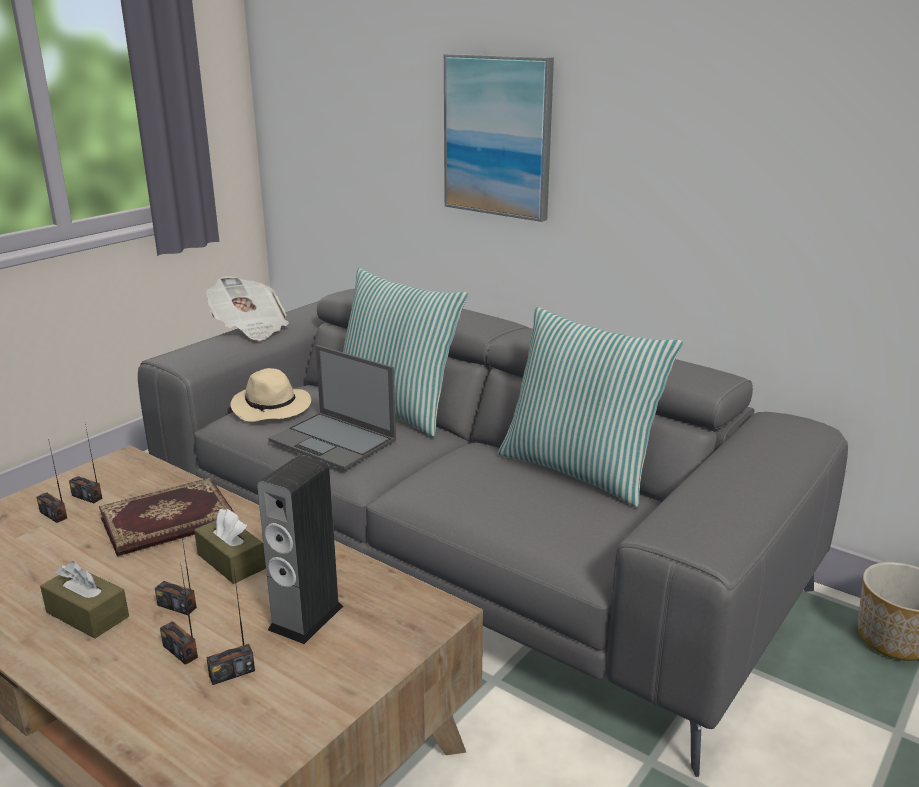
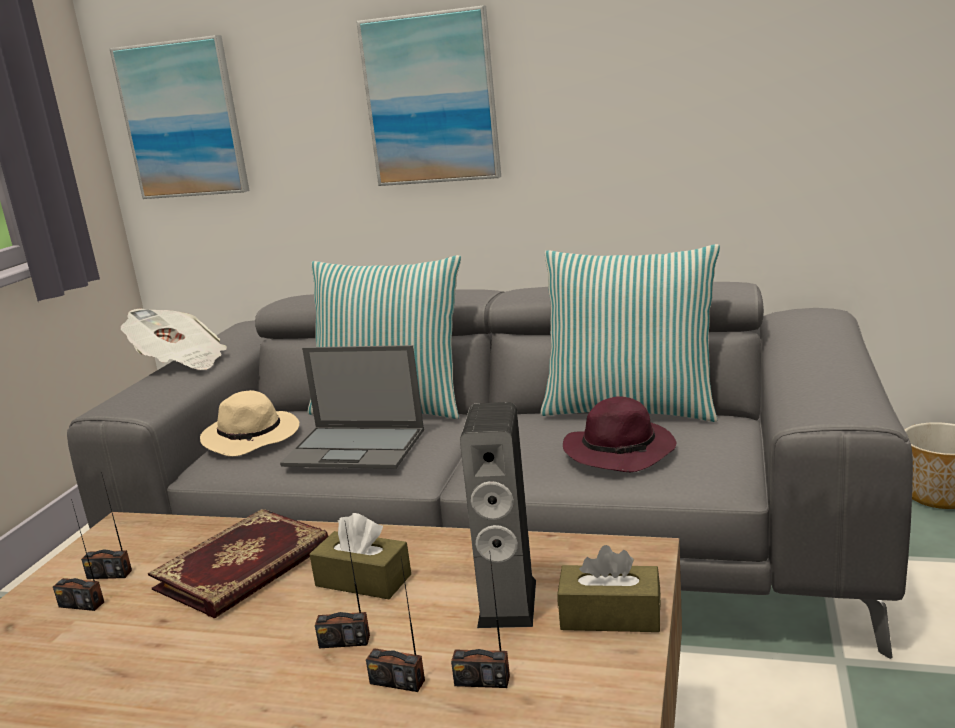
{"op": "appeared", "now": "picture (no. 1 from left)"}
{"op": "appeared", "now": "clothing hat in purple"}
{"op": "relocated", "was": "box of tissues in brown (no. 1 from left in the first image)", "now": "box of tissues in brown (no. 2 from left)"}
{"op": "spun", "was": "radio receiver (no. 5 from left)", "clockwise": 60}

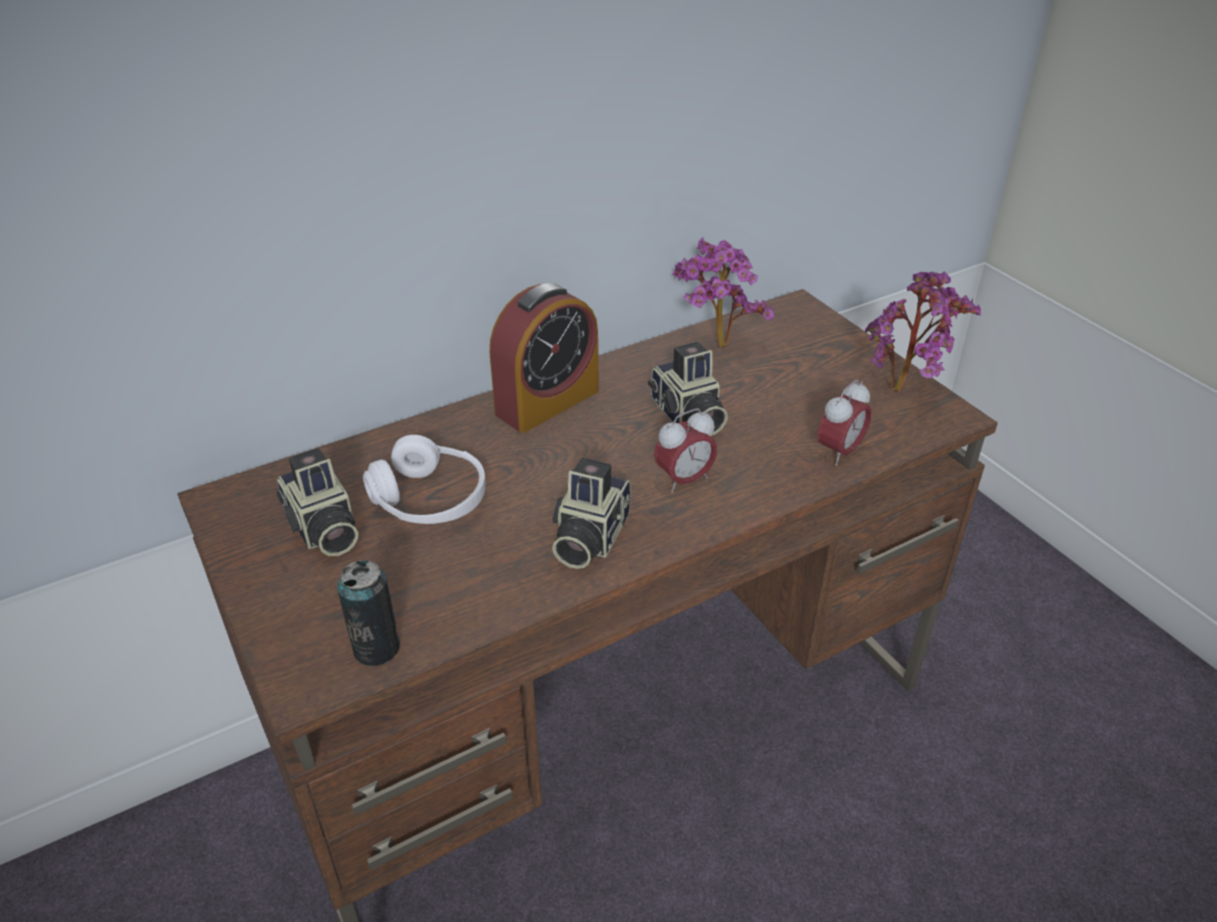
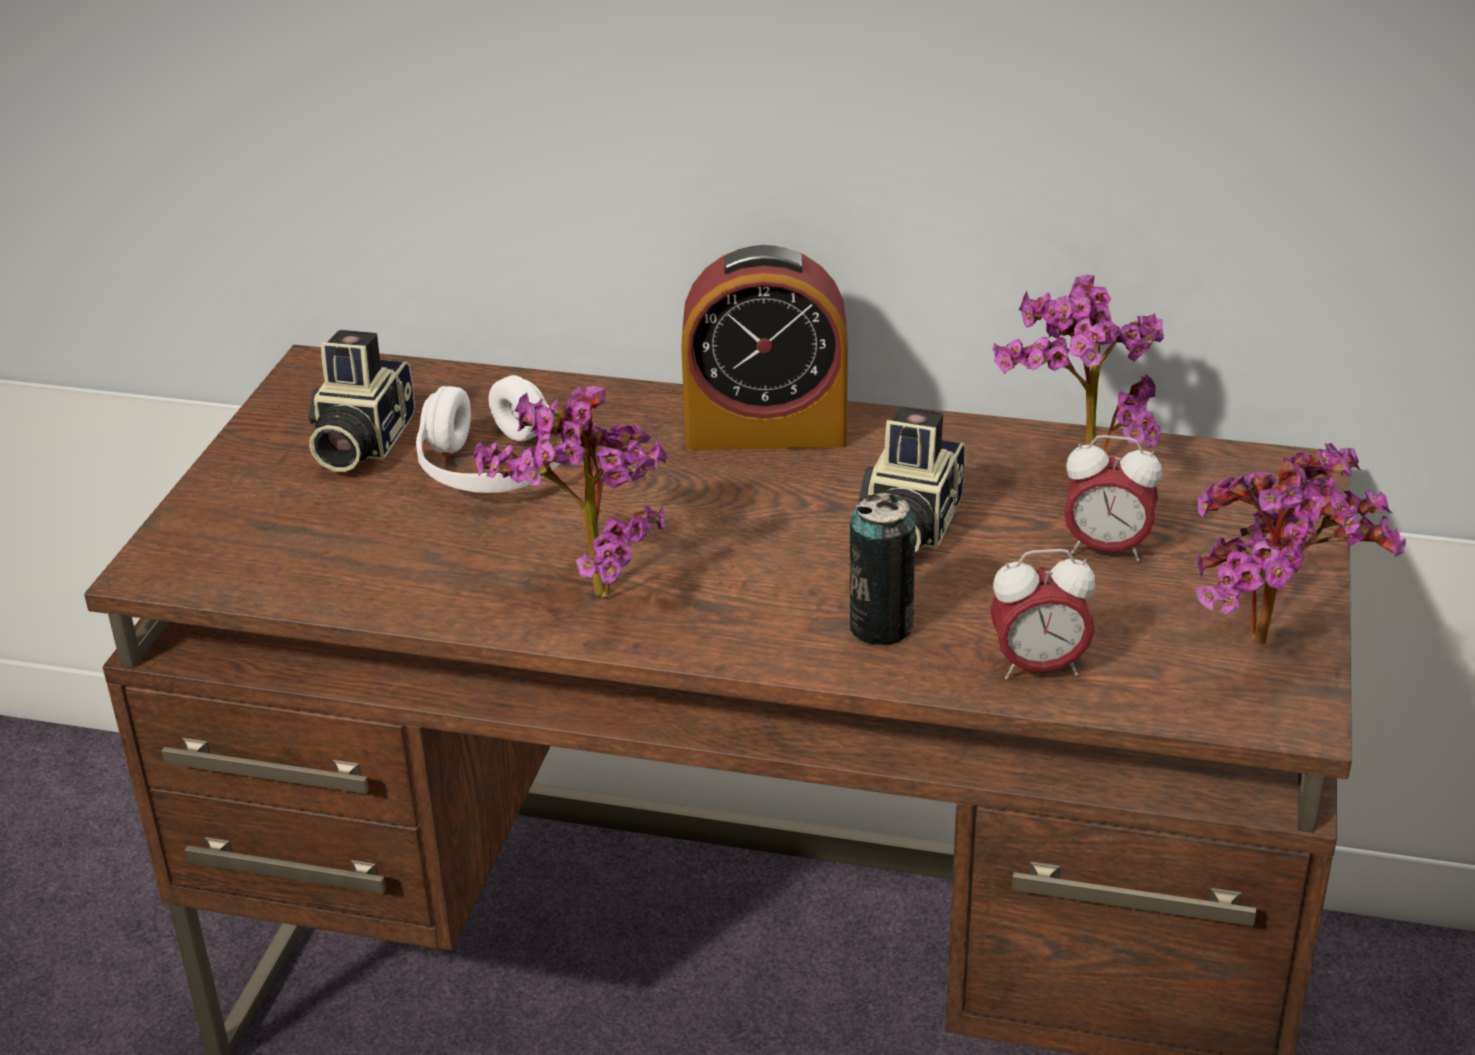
{"op": "relocated", "was": "metal can"}
{"op": "relocated", "was": "alarm clock (no. 2 from left in the first image)", "now": "alarm clock (no. 3 from left)"}
{"op": "exchanged", "was": "photo camera (no. 2 from left)", "now": "plant in a pot (no. 1 from left)"}

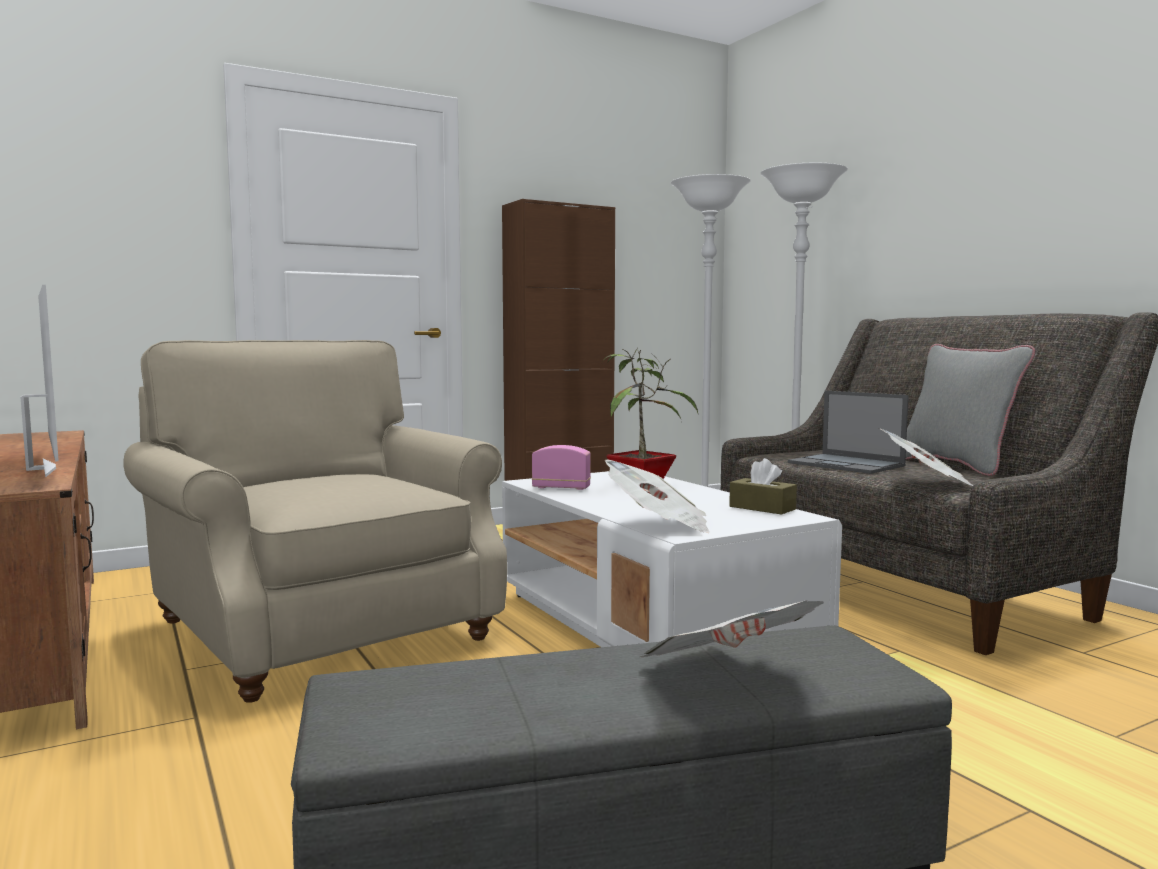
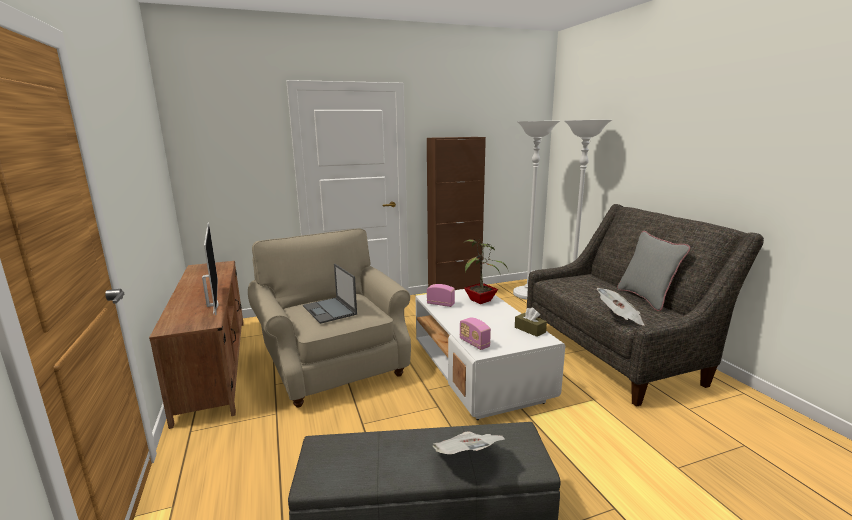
{"op": "relocated", "was": "laptop"}
{"op": "exchanged", "was": "newspaper (no. 1 from left)", "now": "radio receiver (no. 2 from left)"}

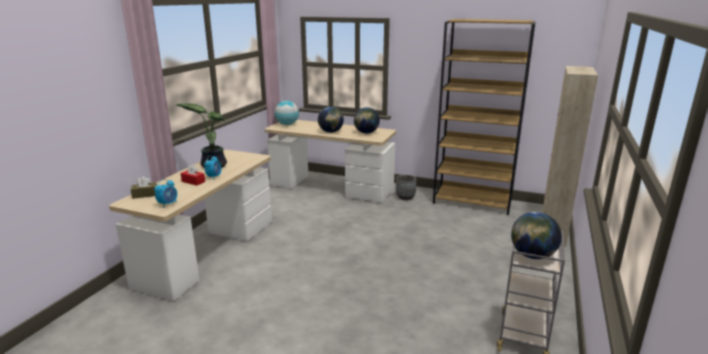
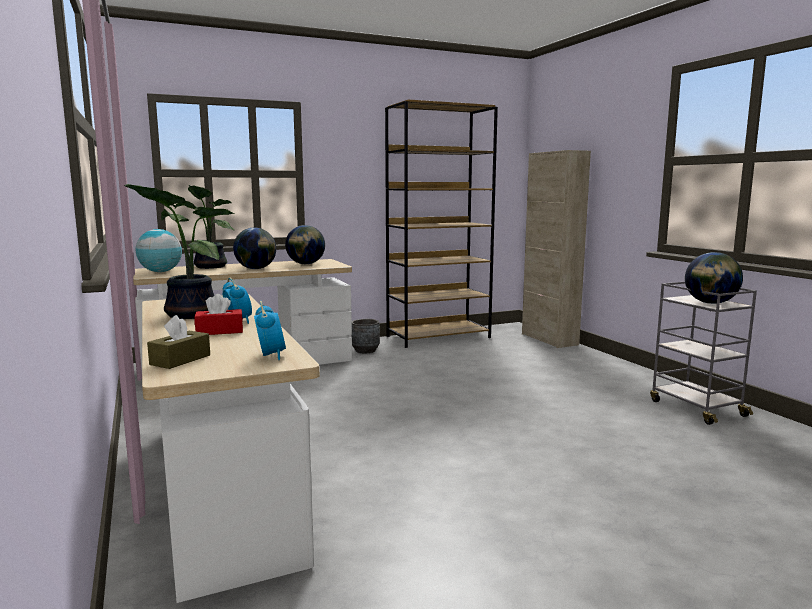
{"op": "appeared", "now": "plant in a pot (no. 2 from left)"}

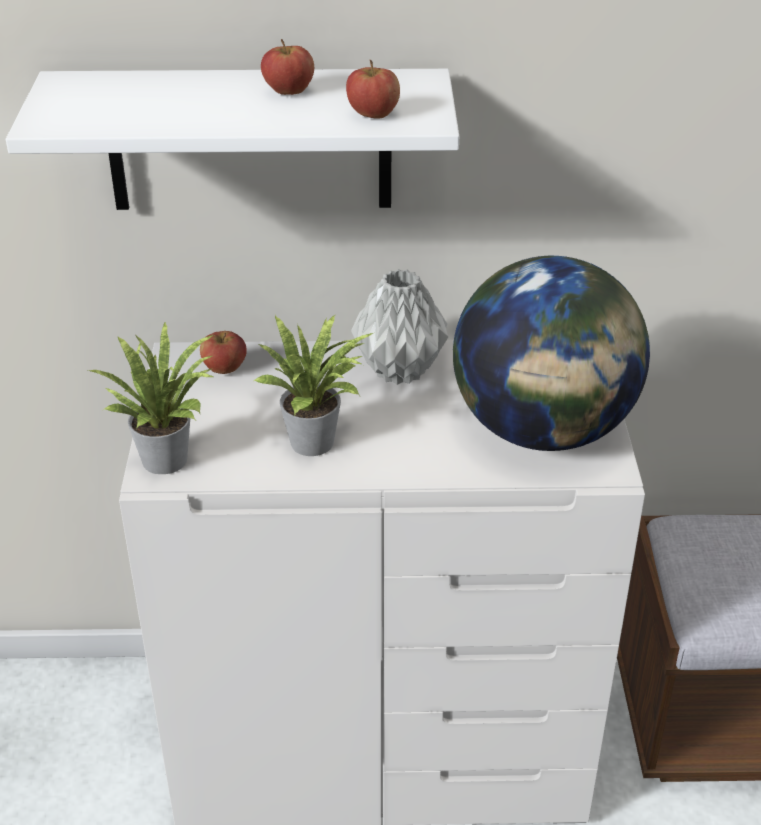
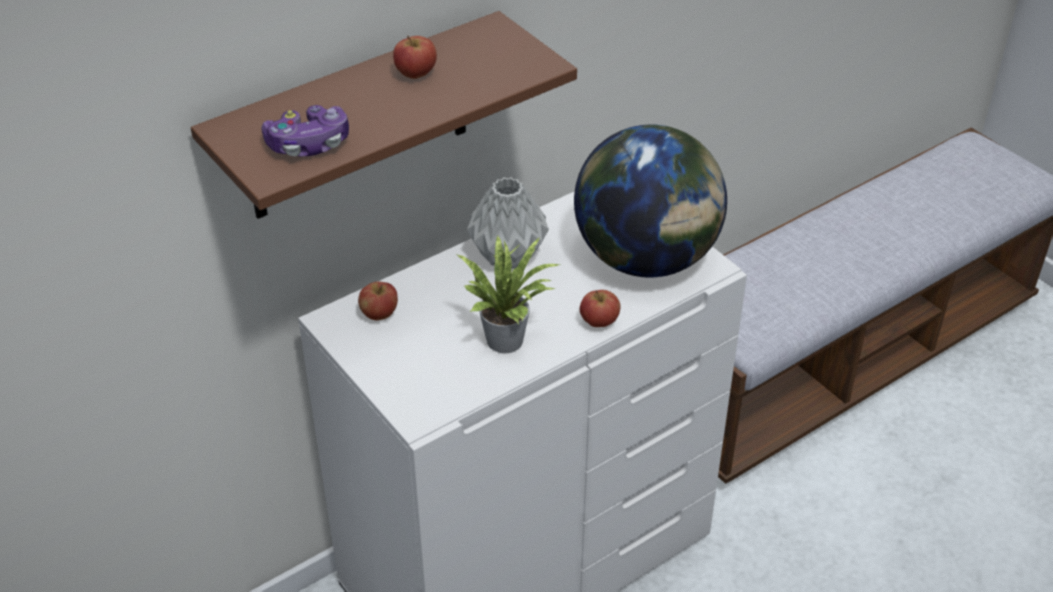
{"op": "missing", "was": "plant in a pot (no. 1 from left)"}
{"op": "appeared", "now": "game controller"}
{"op": "relocated", "was": "whole apple (no. 3 from left)"}
{"op": "colour", "was": "bracket shelf in white", "now": "bracket shelf in brown"}

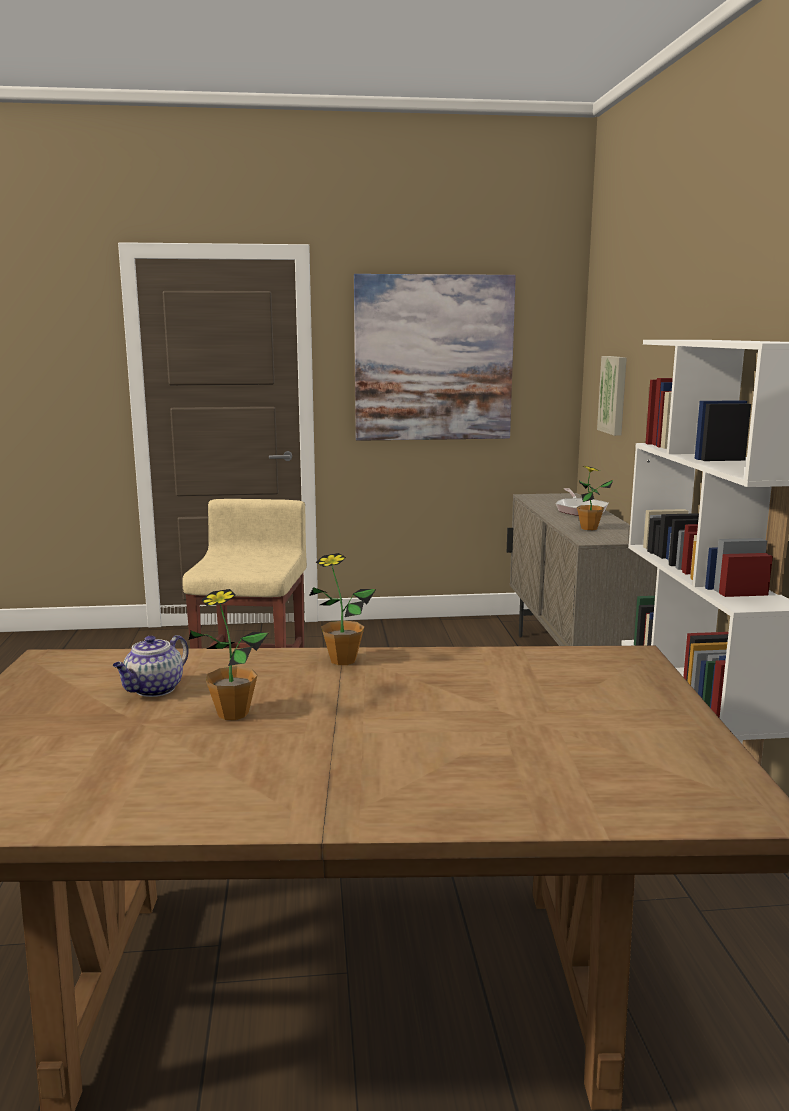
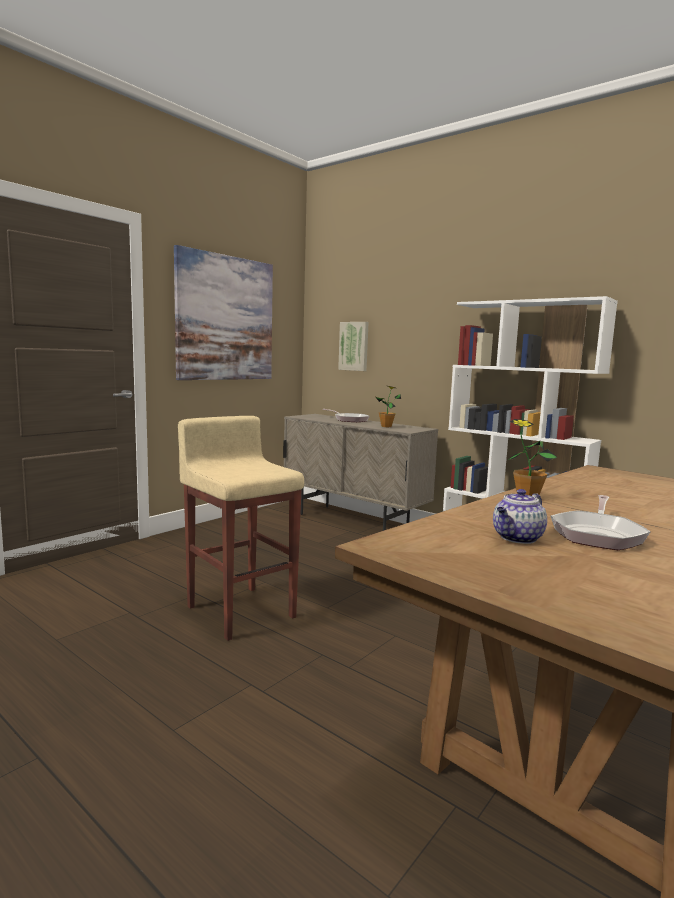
{"op": "exchanged", "was": "plant in a pot (no. 1 from left)", "now": "frying pan (no. 2 from left)"}
{"op": "spun", "was": "tea pot", "clockwise": 60}

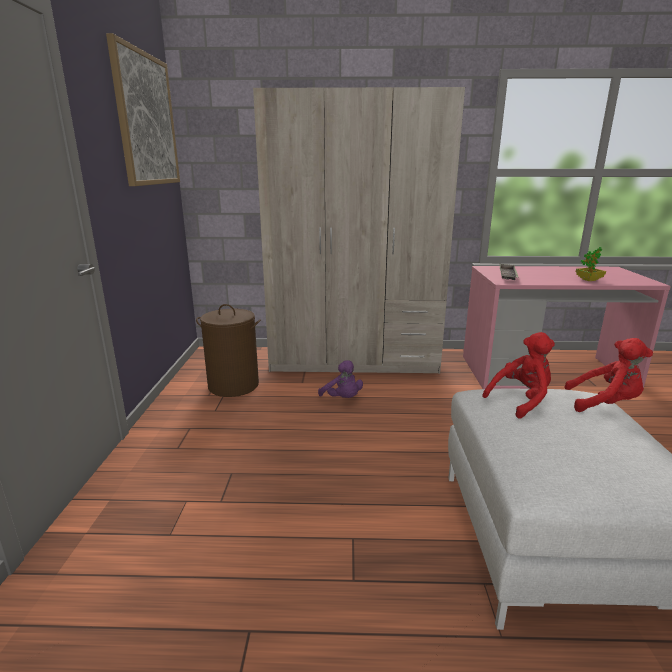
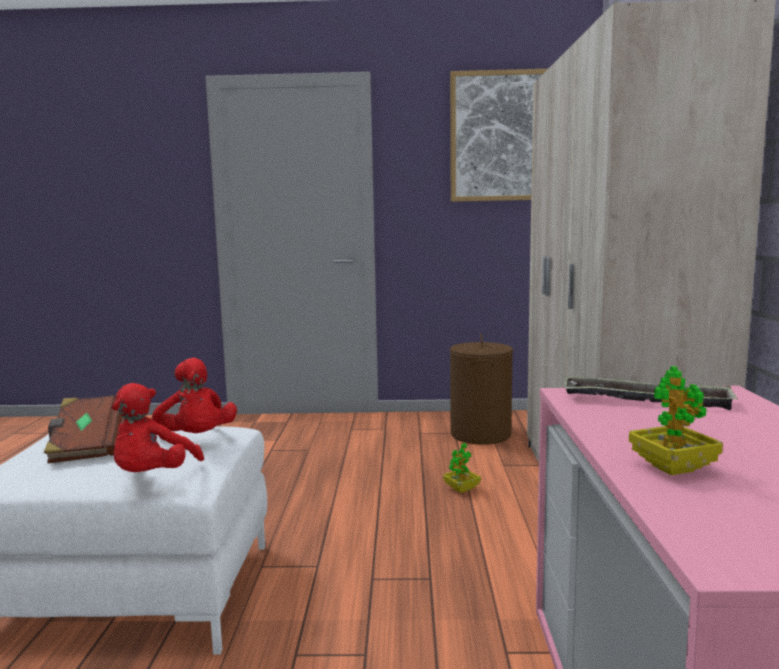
{"op": "appeared", "now": "bound book in brown"}
{"op": "exchanged", "was": "plush toy in purple", "now": "plant in a pot (no. 1 from left)"}

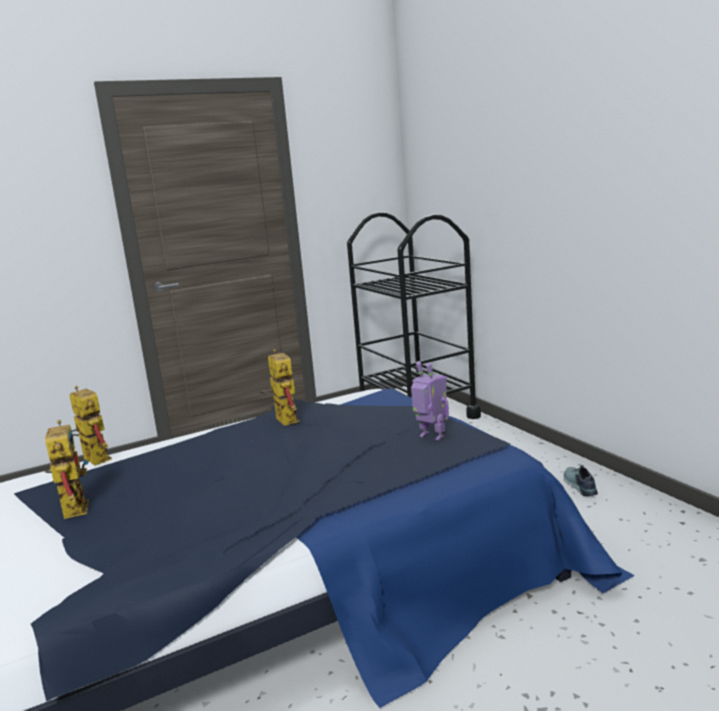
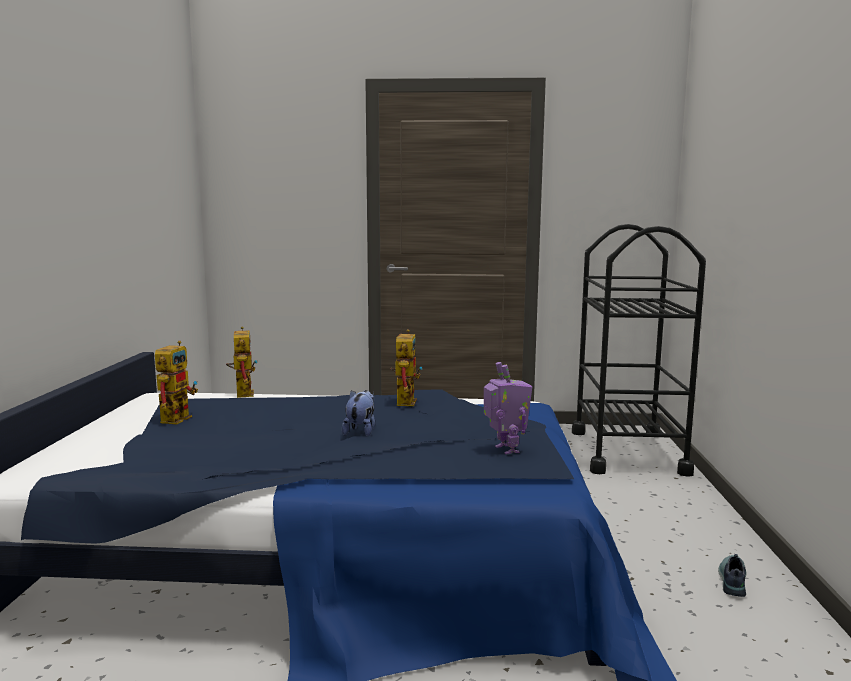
{"op": "appeared", "now": "plush toy"}

